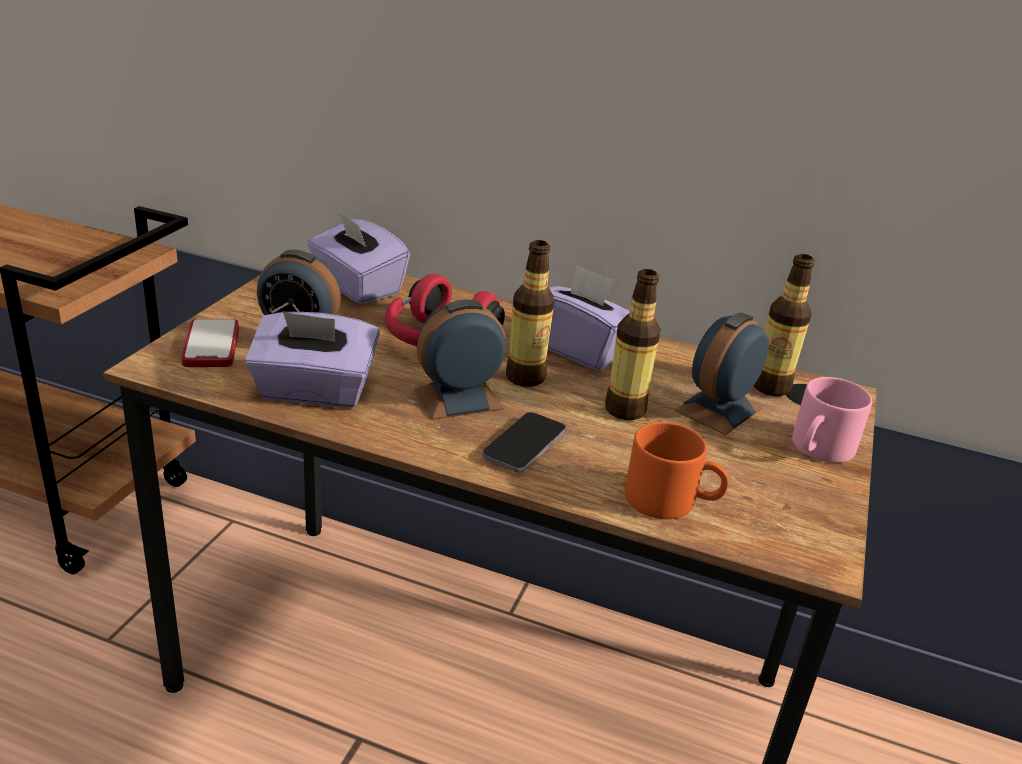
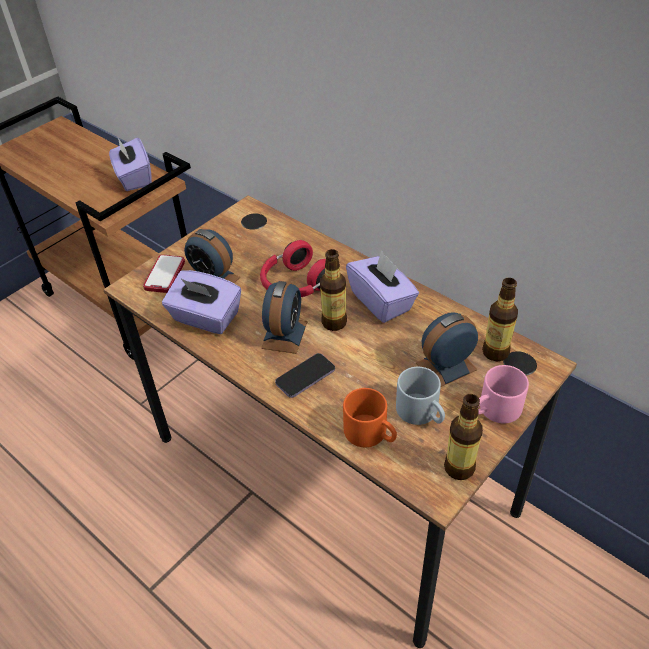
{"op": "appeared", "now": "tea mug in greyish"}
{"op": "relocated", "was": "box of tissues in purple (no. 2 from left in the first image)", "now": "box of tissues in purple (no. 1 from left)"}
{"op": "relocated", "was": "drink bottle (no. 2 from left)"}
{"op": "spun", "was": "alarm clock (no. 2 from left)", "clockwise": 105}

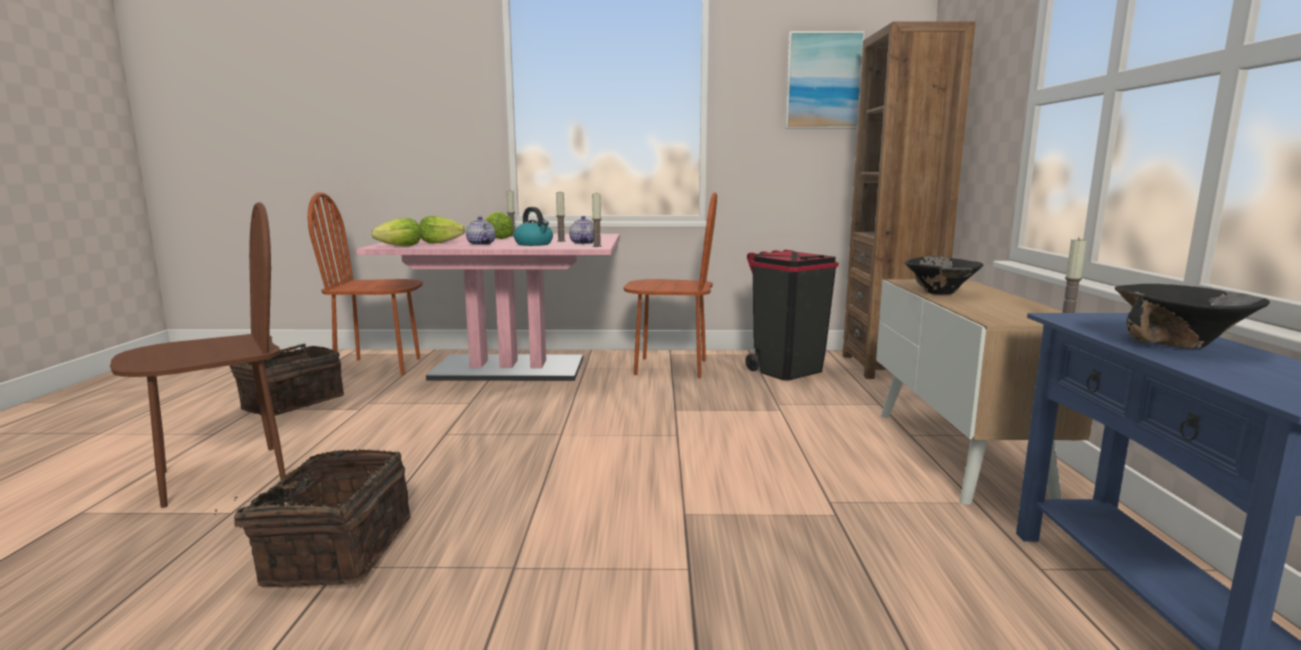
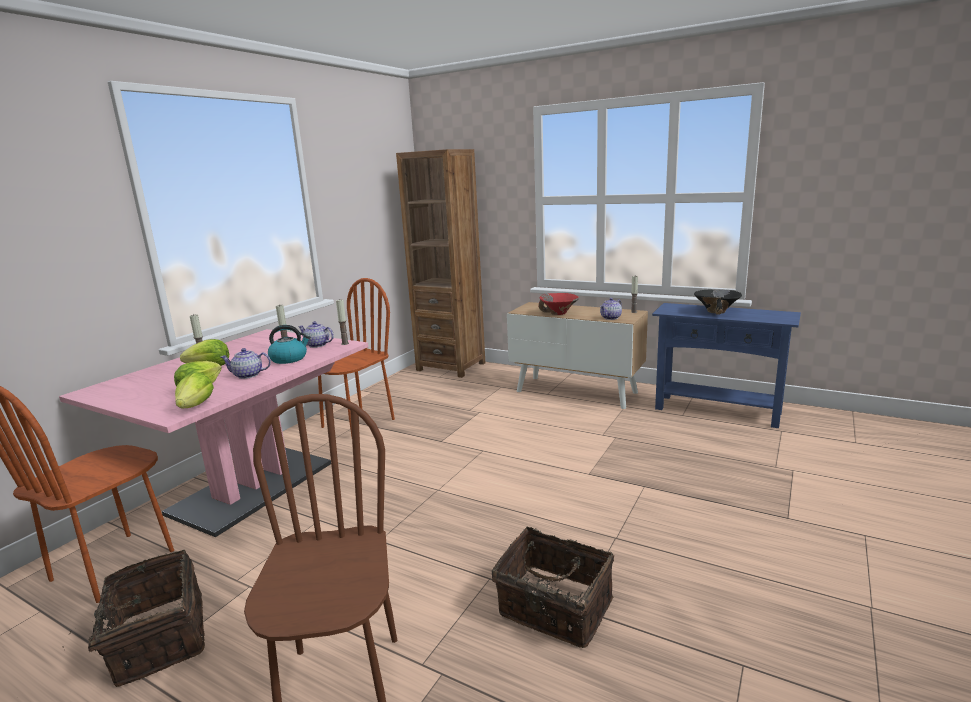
{"op": "missing", "was": "waste bin in black"}
{"op": "missing", "was": "picture"}
{"op": "appeared", "now": "tea pot (no. 3 from left)"}
{"op": "colour", "was": "serving bowl in black (no. 1 from left)", "now": "serving bowl in reddish"}

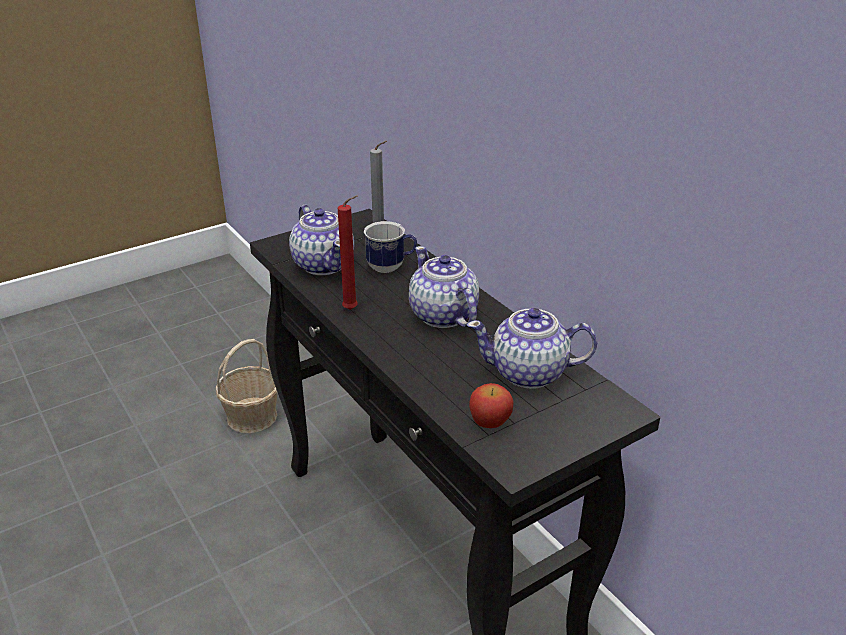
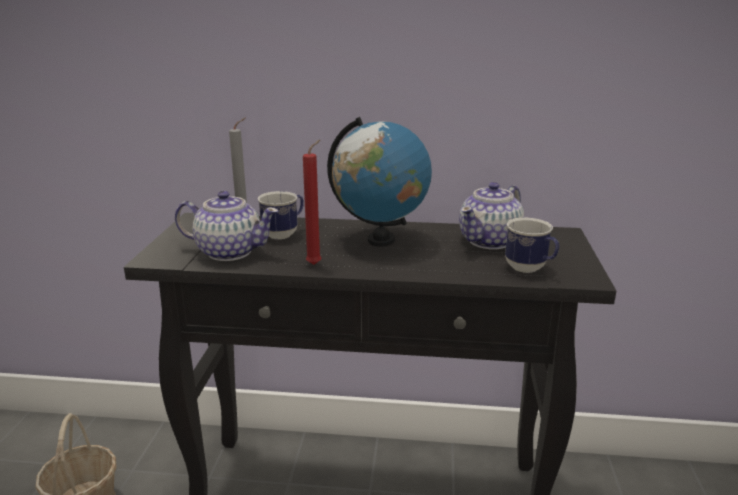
{"op": "exchanged", "was": "tea pot (no. 2 from left)", "now": "globe"}
{"op": "exchanged", "was": "whole apple", "now": "tea mug (no. 2 from left)"}

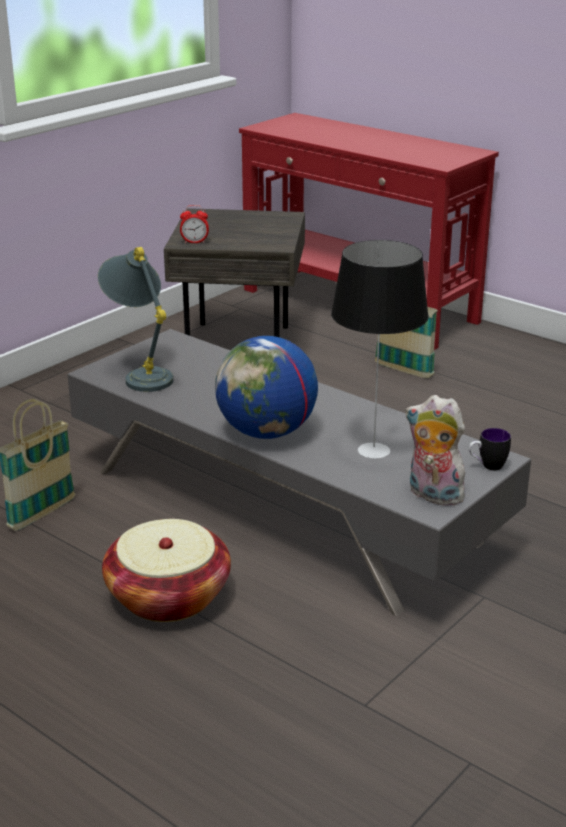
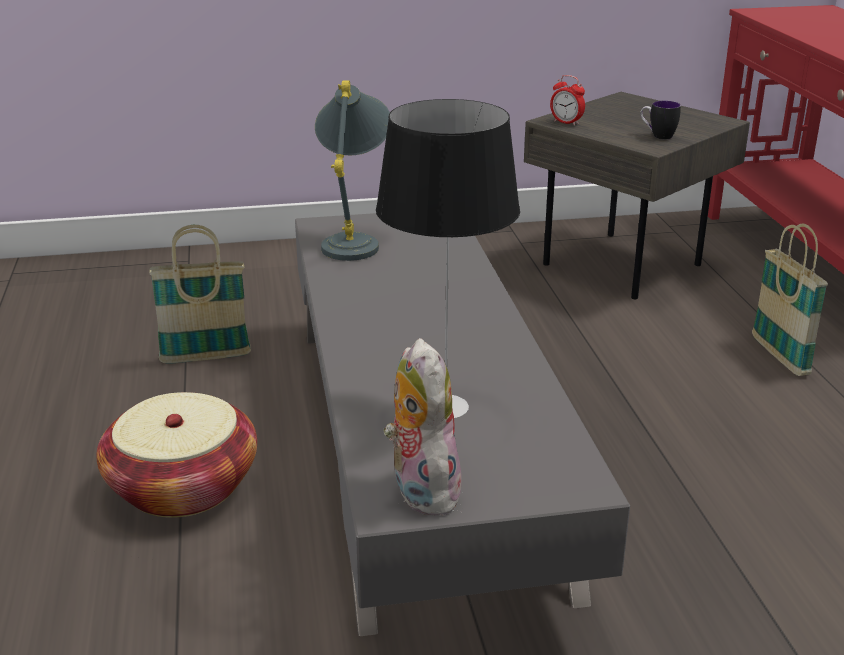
{"op": "missing", "was": "globe"}
{"op": "relocated", "was": "tea mug"}

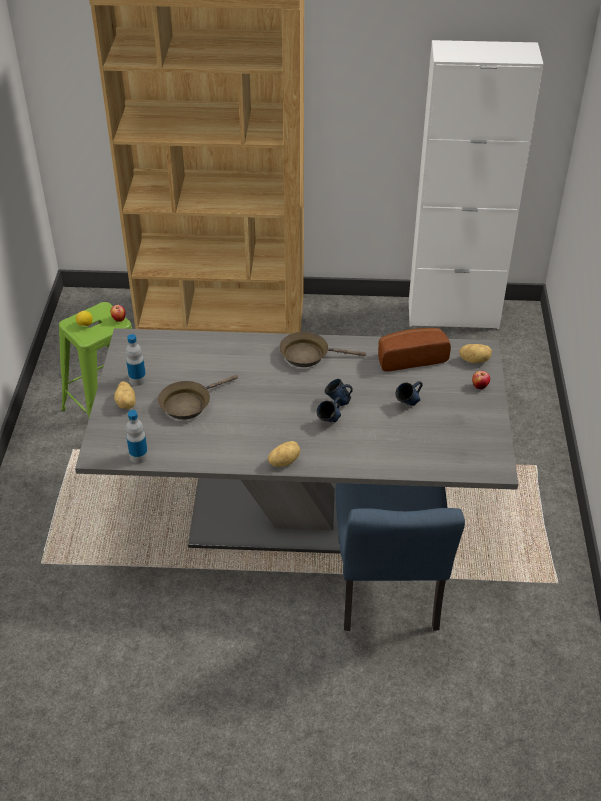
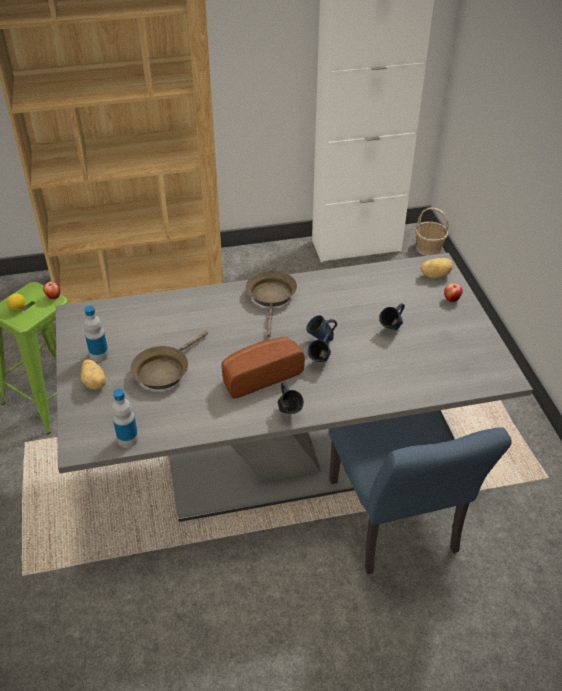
{"op": "appeared", "now": "basket"}
{"op": "relocated", "was": "bakery bread"}
{"op": "exchanged", "was": "whole potato (no. 2 from left)", "now": "tea mug in blue-coloured (no. 1 from left)"}
{"op": "spun", "was": "frying pan in brown (no. 2 from left)", "clockwise": 105}

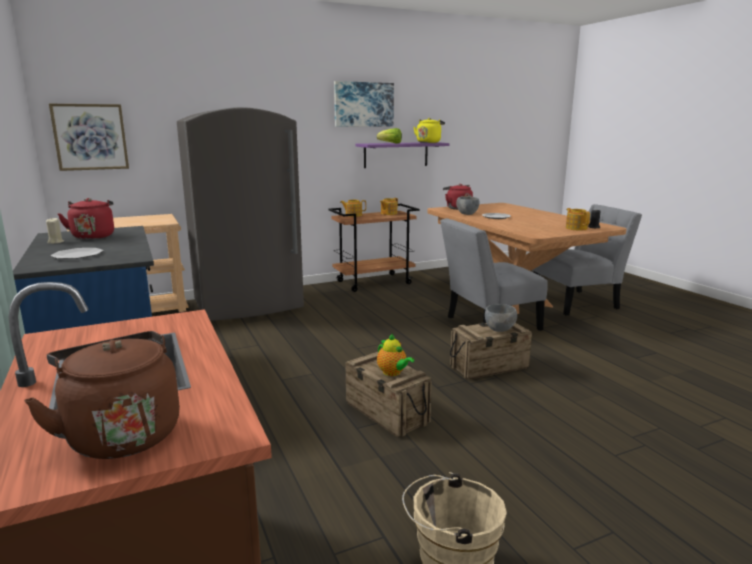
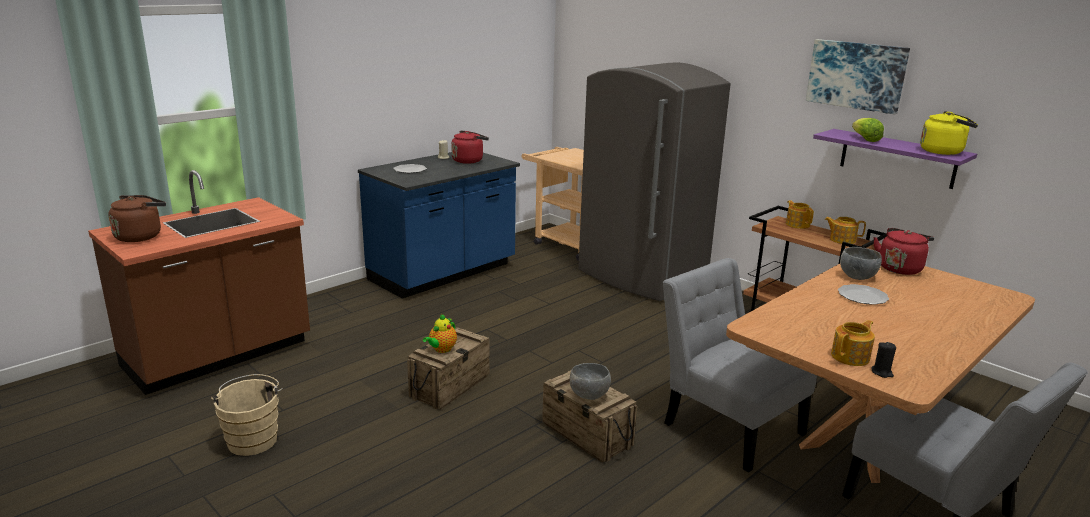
{"op": "missing", "was": "picture (no. 1 from left)"}

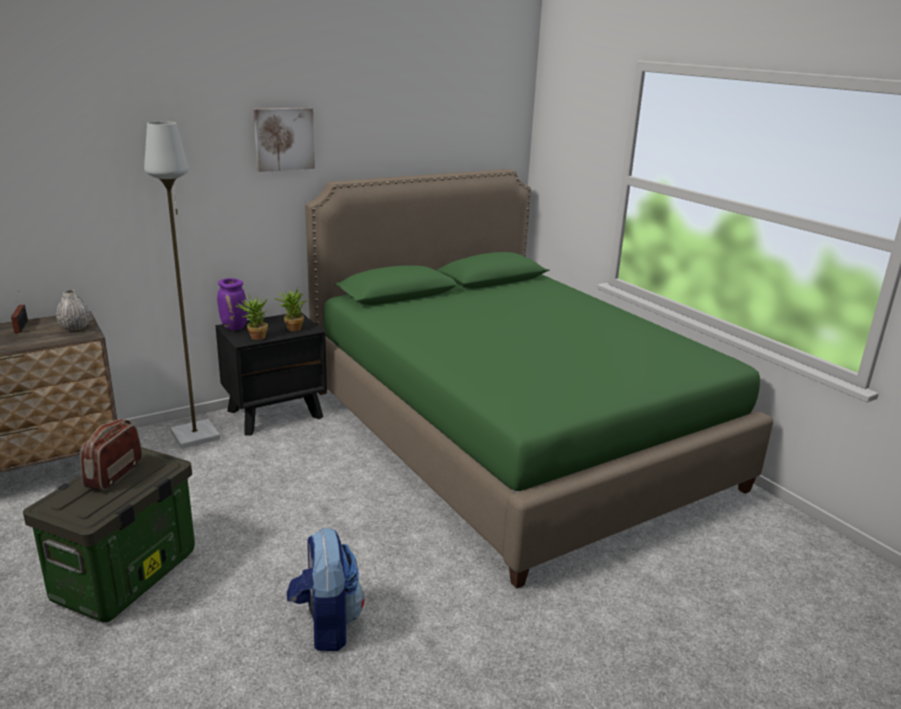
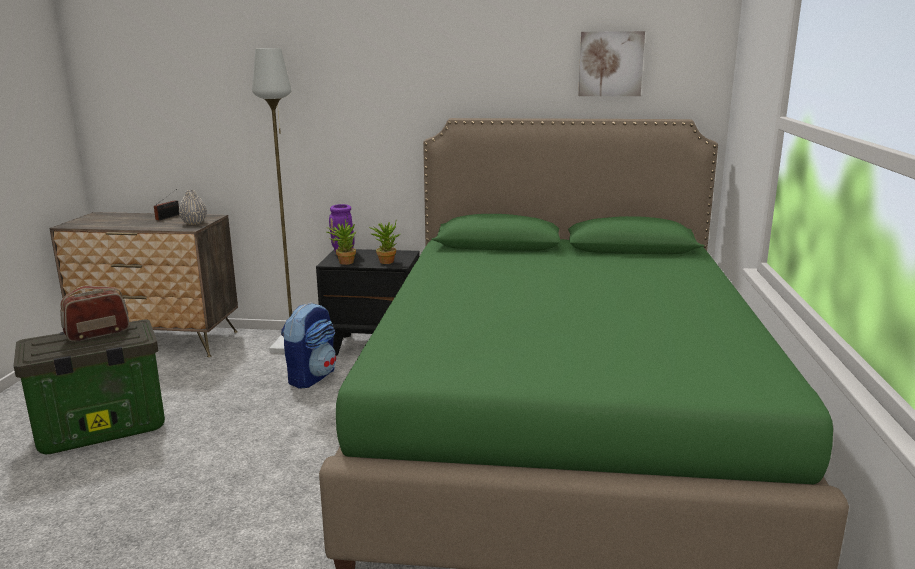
{"op": "relocated", "was": "picture"}
{"op": "relocated", "was": "rucksack"}

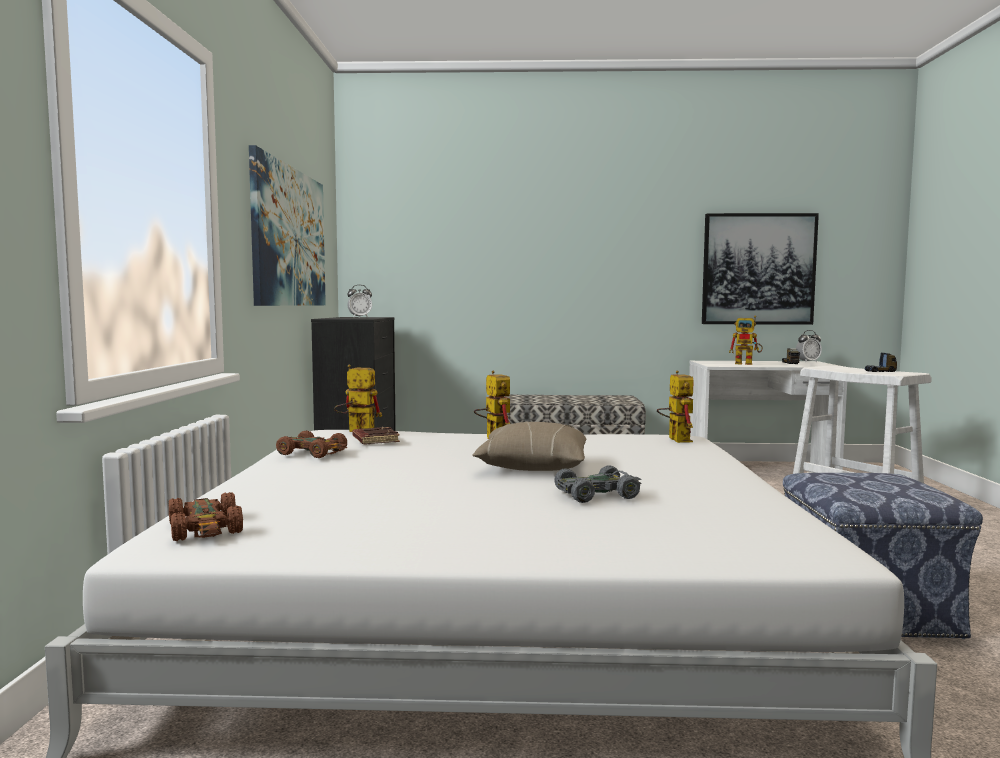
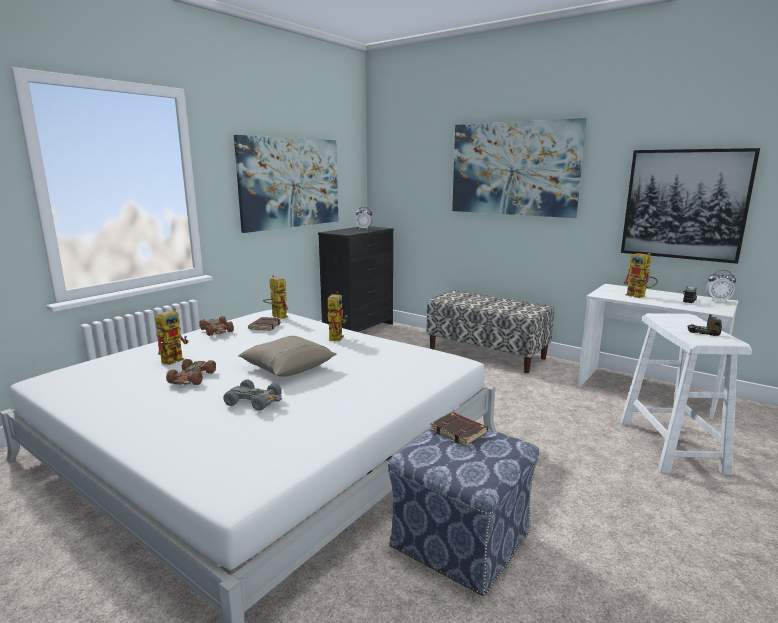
{"op": "appeared", "now": "bound book in brown (no. 2 from left)"}
{"op": "appeared", "now": "picture (no. 2 from left)"}
{"op": "relocated", "was": "model car in brown (no. 1 from left)"}
{"op": "relocated", "was": "toy robot (no. 3 from left in the first image)", "now": "toy robot (no. 1 from left)"}

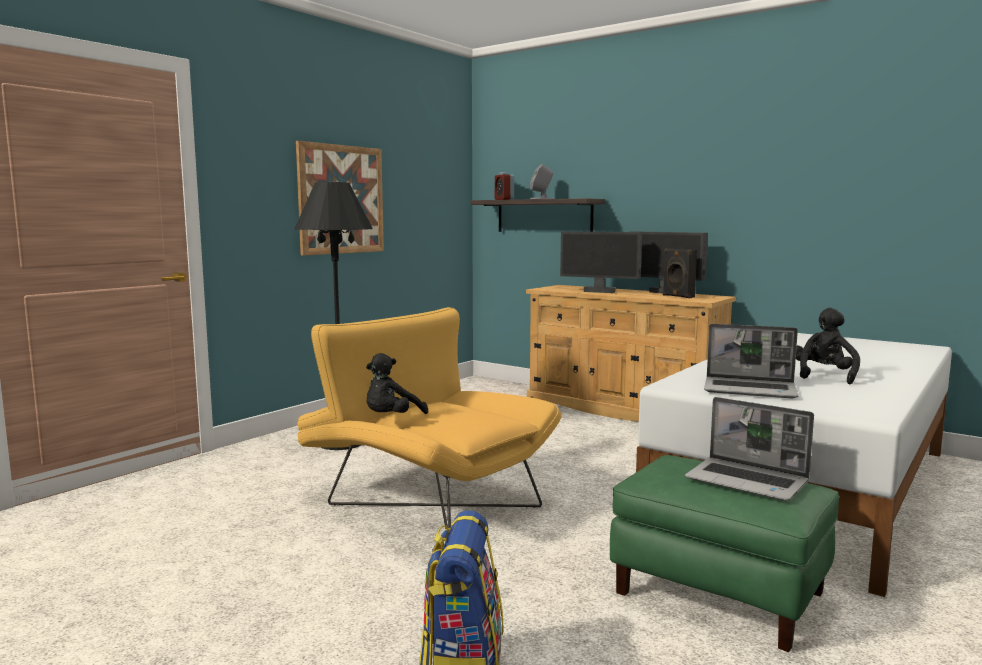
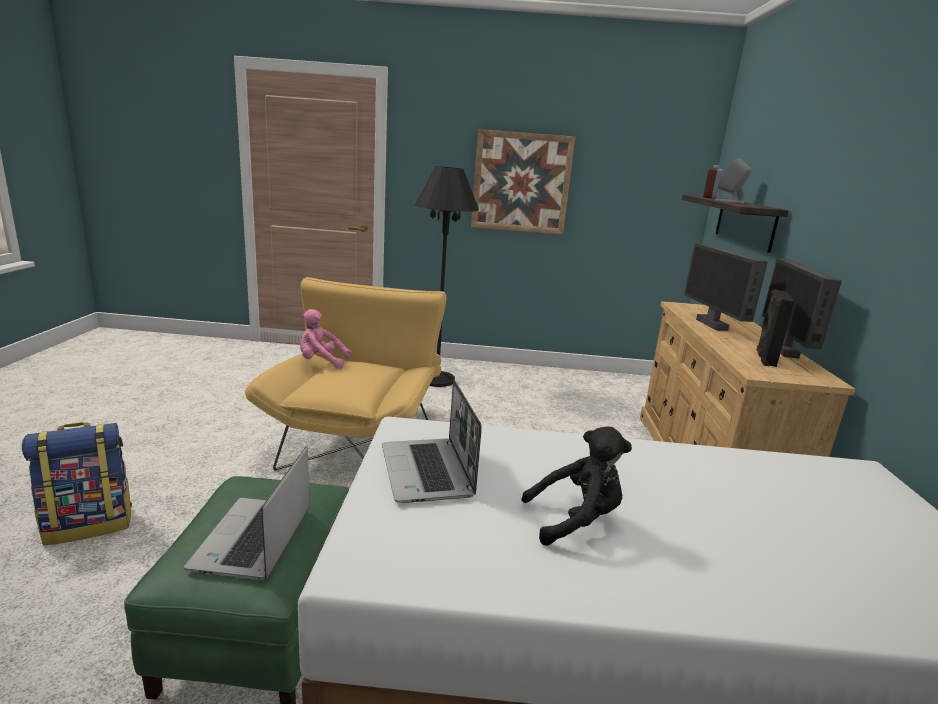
{"op": "colour", "was": "plush toy in black (no. 1 from left)", "now": "plush toy in pink"}

